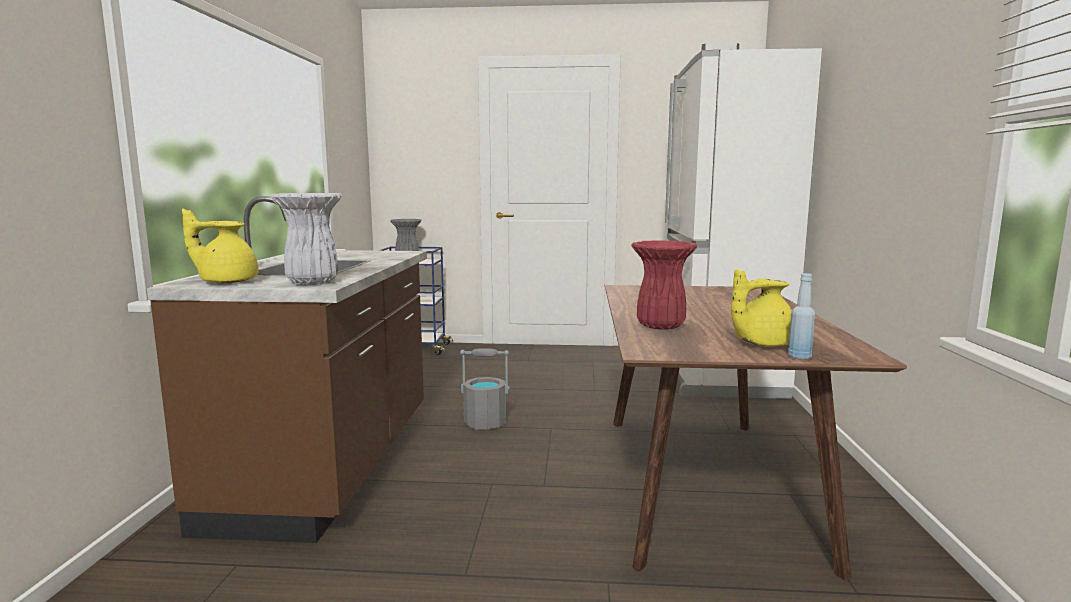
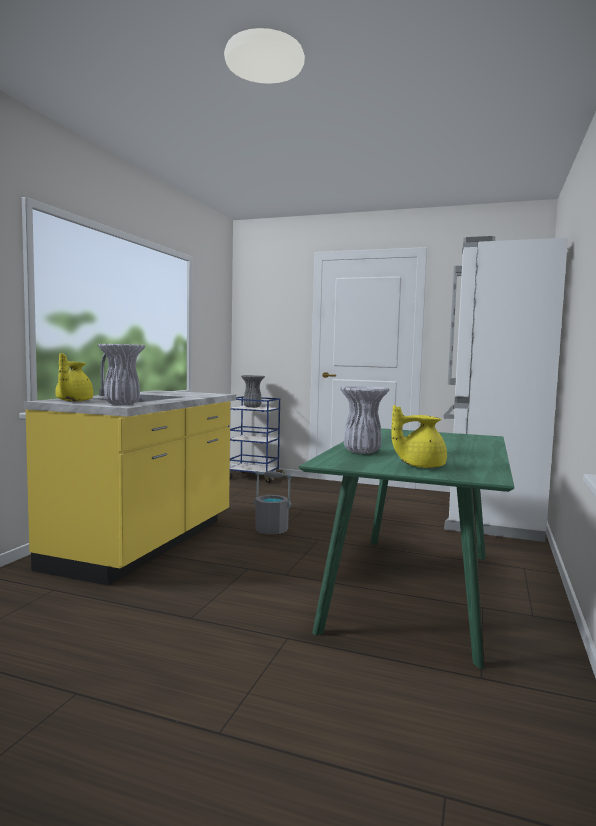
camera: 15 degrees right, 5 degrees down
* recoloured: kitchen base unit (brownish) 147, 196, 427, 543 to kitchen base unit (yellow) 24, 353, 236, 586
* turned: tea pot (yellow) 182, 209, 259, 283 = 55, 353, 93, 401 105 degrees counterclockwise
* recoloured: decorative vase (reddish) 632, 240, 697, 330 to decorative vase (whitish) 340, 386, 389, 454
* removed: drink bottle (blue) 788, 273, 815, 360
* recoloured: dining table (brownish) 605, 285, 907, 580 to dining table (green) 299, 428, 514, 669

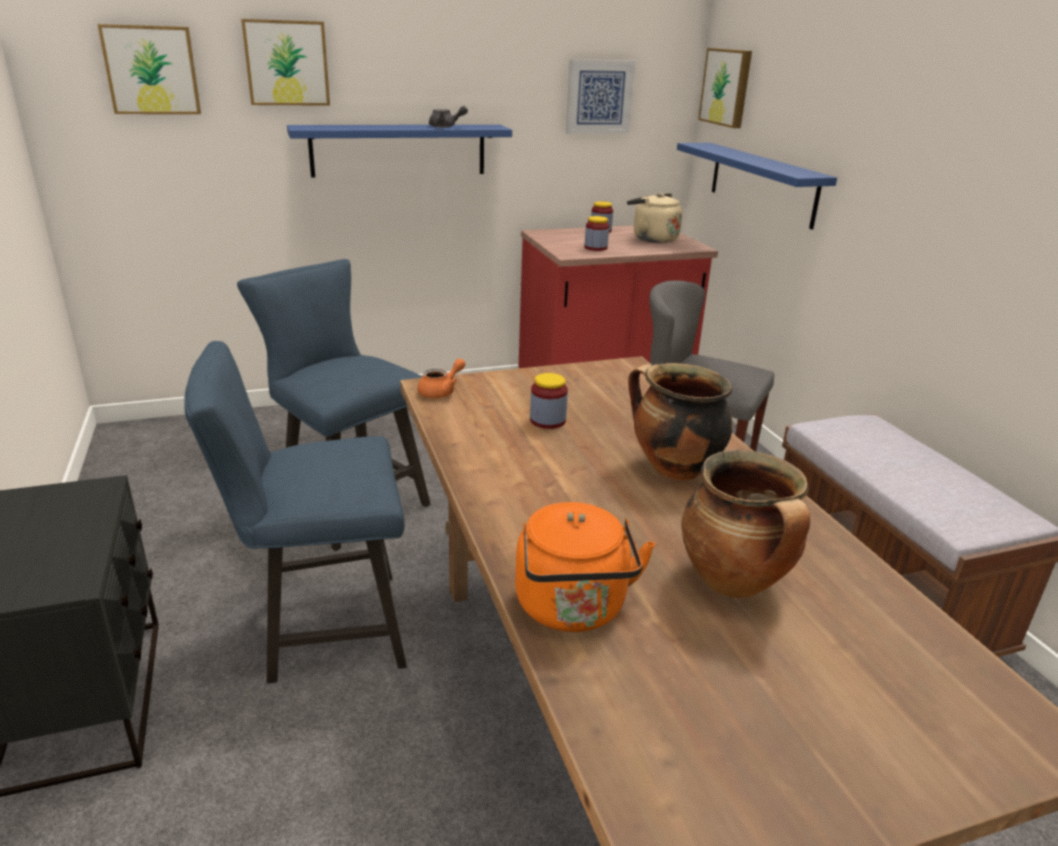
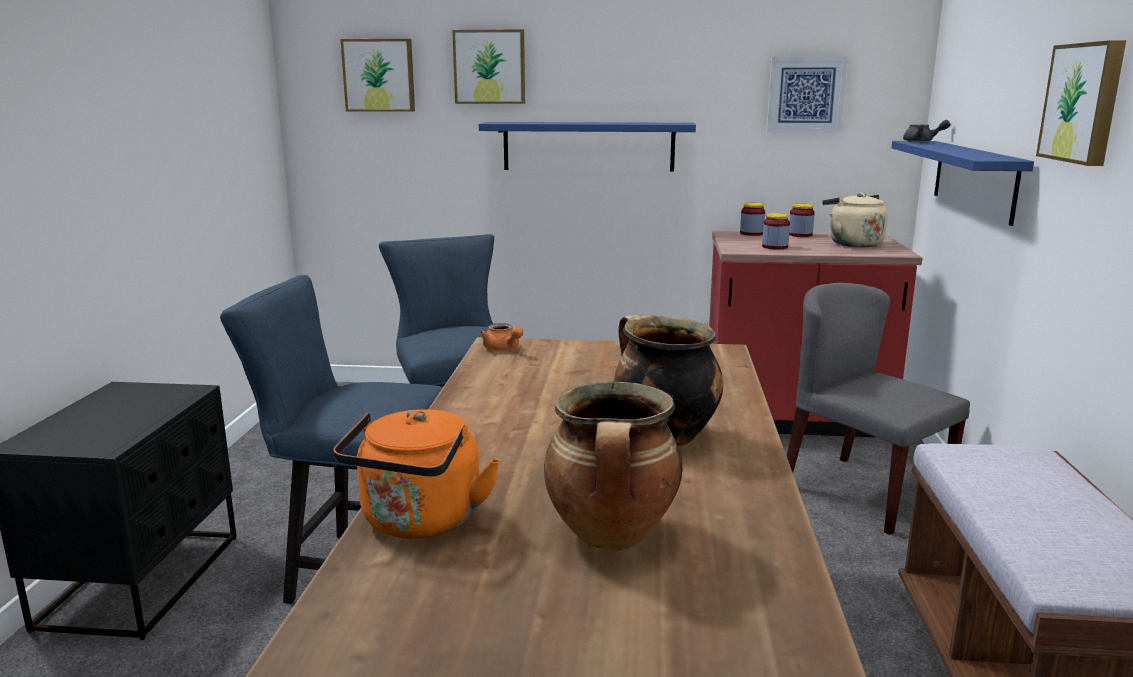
camera: 25 degrees right, 10 degrees down
* moved: wall art 698, 48, 752, 128 to 1036, 40, 1126, 166
* moved: tea pot (greyish) 429, 106, 468, 128 to 903, 120, 950, 142
* turned: tea pot (orange-coloured) 417, 358, 466, 398 = 480, 323, 523, 351 75 degrees clockwise
* moved: preserve jar 530, 373, 568, 429 to 740, 203, 765, 236

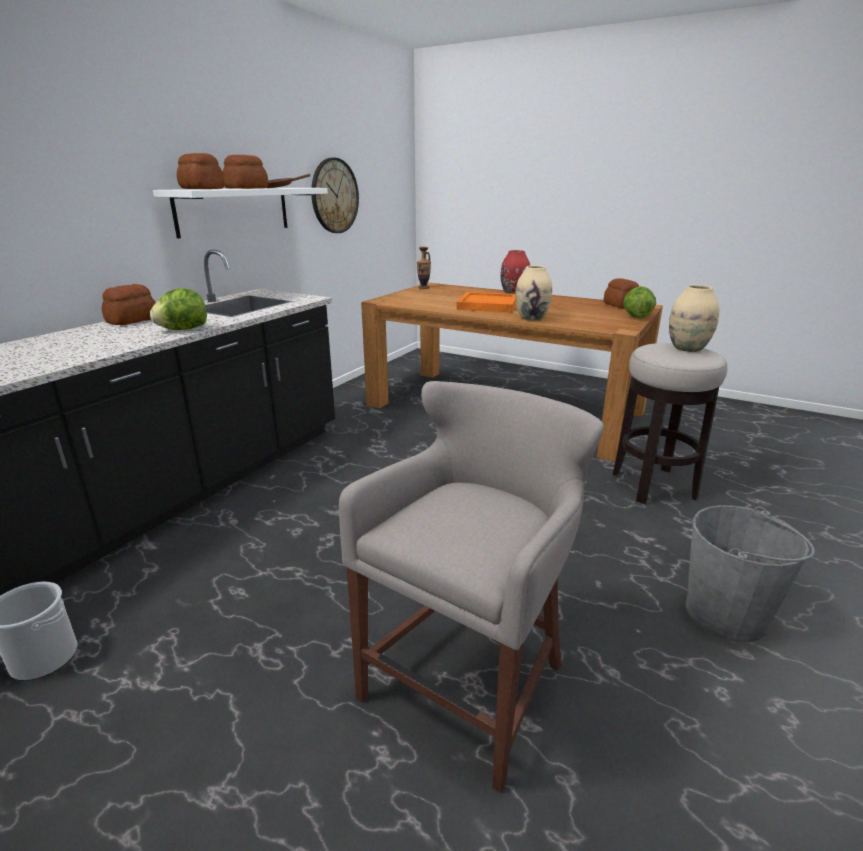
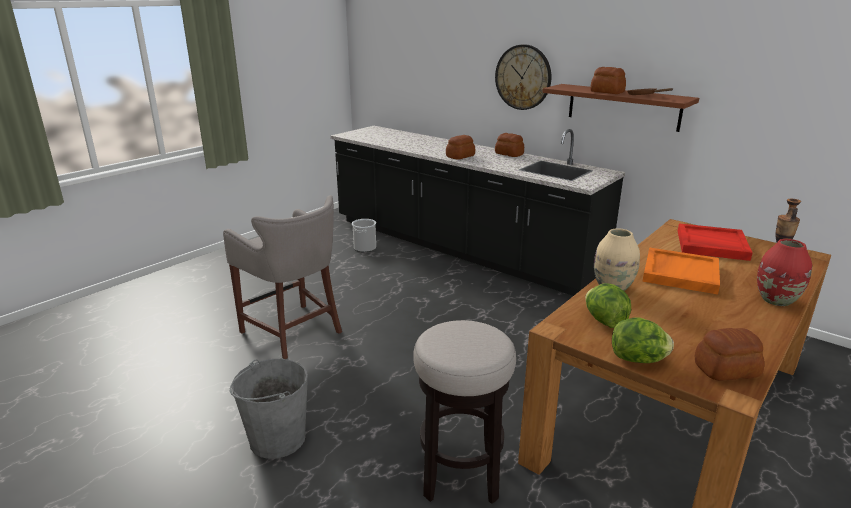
camera: 100 degrees right, 0 degrees up
* moved: baked bread 177, 153, 225, 189 to 446, 135, 475, 160
* moved: hanging clock 311, 158, 359, 233 to 495, 44, 551, 110
* recoloured: bracket shelf (whitish) 153, 188, 328, 239 to bracket shelf (brownish) 542, 84, 699, 132
* removed: decorative vase (beige-coloured) 669, 285, 719, 352
* moved: lettuce head 150, 288, 207, 330 to 585, 283, 631, 328
* added: serving tray (reddish) 678, 223, 753, 261

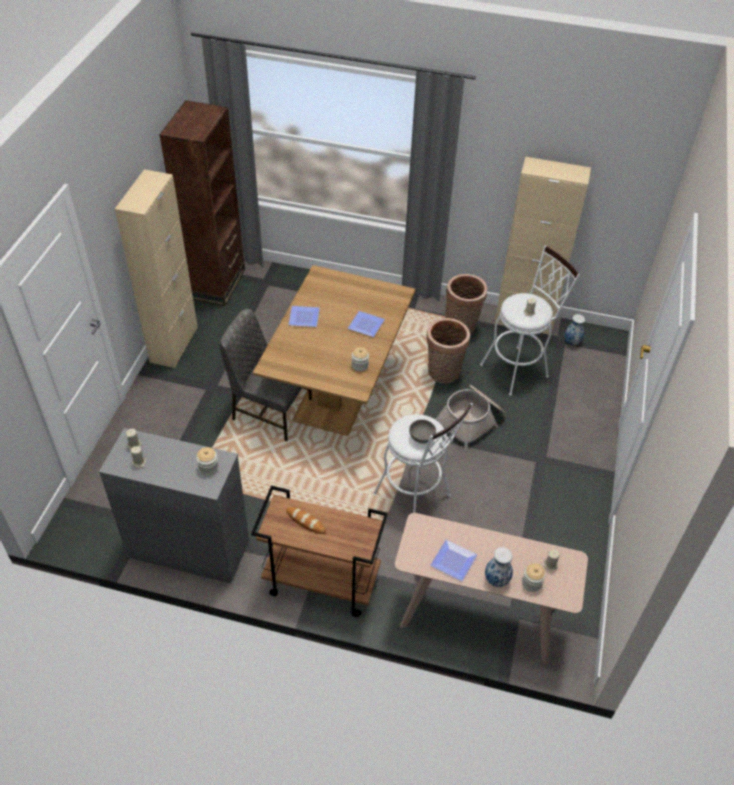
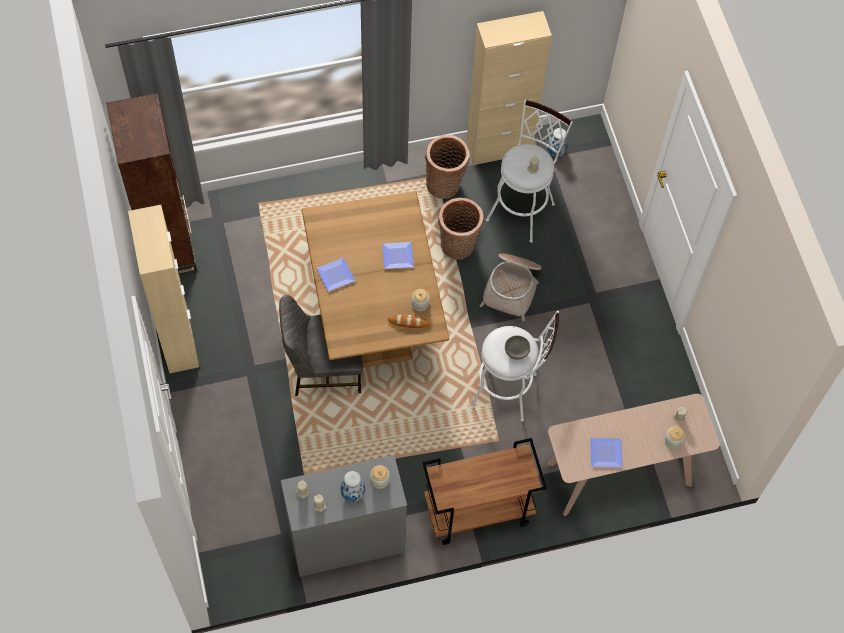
camera: 30 degrees left, 15 degrees up
* moved: baked bread 286, 507, 326, 534 to 388, 315, 431, 328
* moved: decorative vase 485, 547, 513, 587 to 341, 471, 365, 502

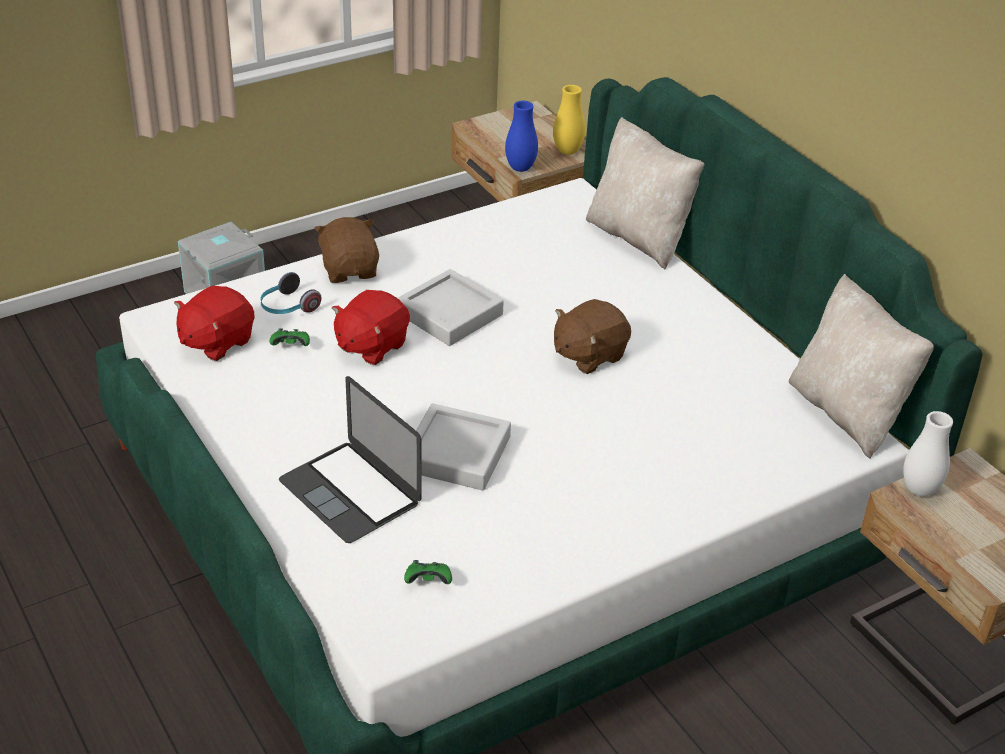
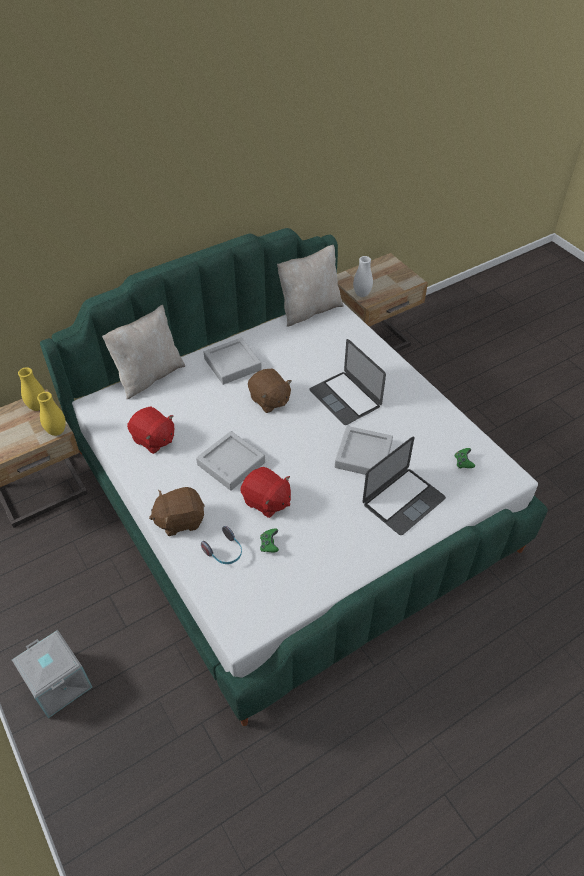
camera: 90 degrees left, 10 degrees up
* recoloured: decorative vase (blue) 505, 101, 538, 172 to decorative vase (yellow) 37, 392, 66, 436
* moved: cuddly toy (reddish) 174, 285, 254, 361 to 127, 406, 174, 454
* added: serving tray (greyish) 204, 338, 262, 385
* added: notebook computer 309, 339, 386, 425

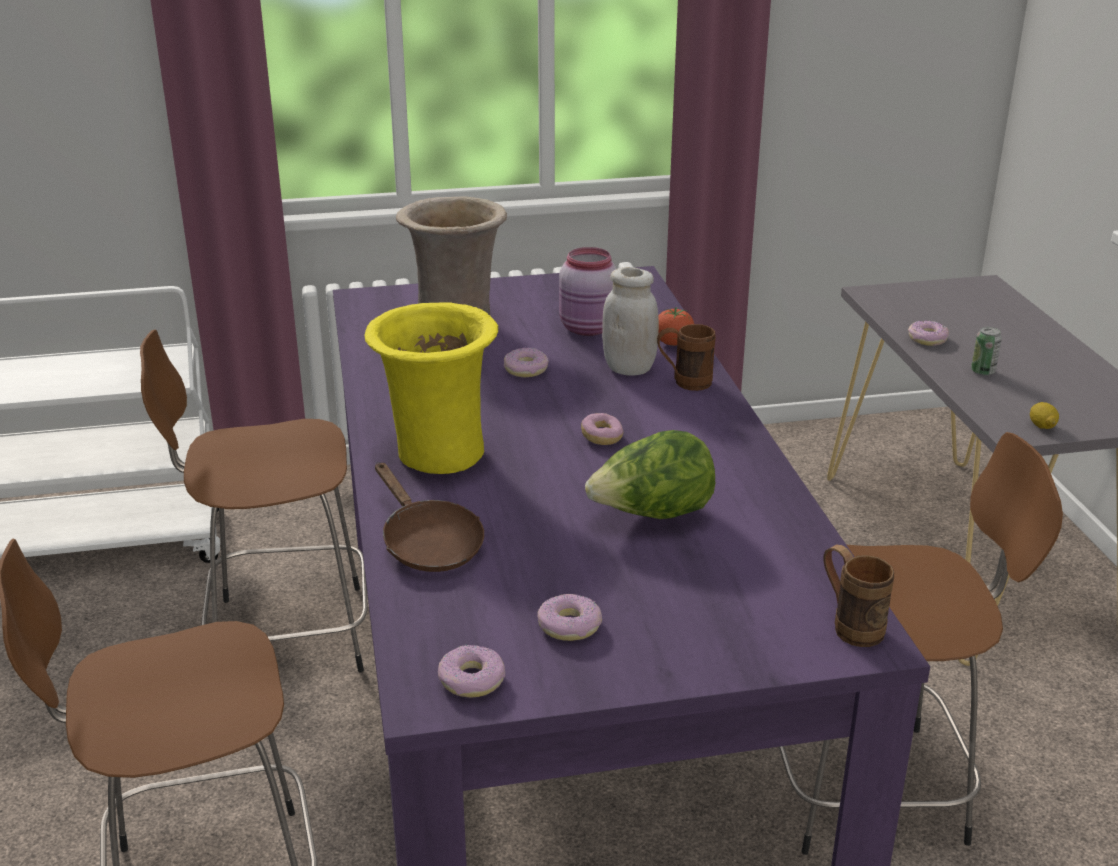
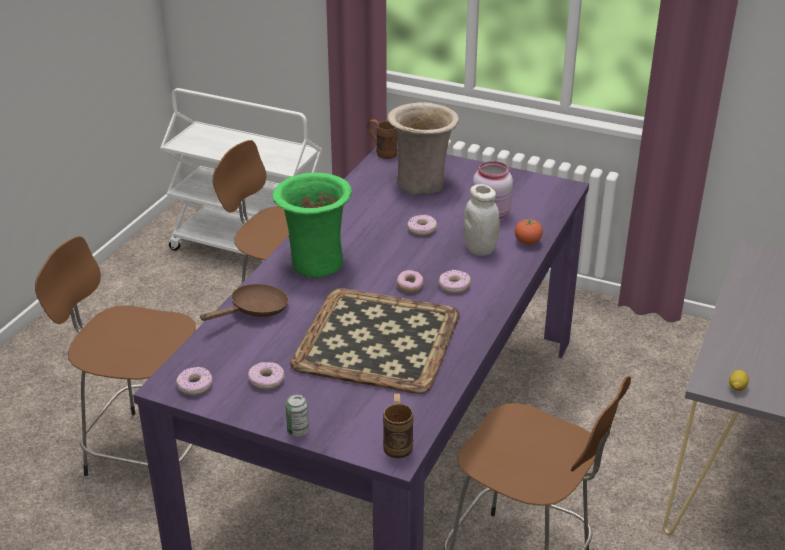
camera: 35 degrees right, 5 degrees up
* recoloured: decorative vase (yellow) 364, 302, 498, 474 to decorative vase (green) 272, 173, 352, 278
* moved: doughnut 908, 321, 949, 346 to 439, 270, 471, 293
* moved: coffee mug (brownish) 657, 324, 716, 391 to 367, 119, 398, 159
* moved: metal can 971, 327, 1002, 376 to 285, 394, 309, 437
* replaced: lettuce head 585, 430, 715, 519 to serving tray 290, 288, 460, 394
* turned: pan (brownish) 375, 462, 484, 572 = 199, 284, 289, 321 135 degrees counterclockwise

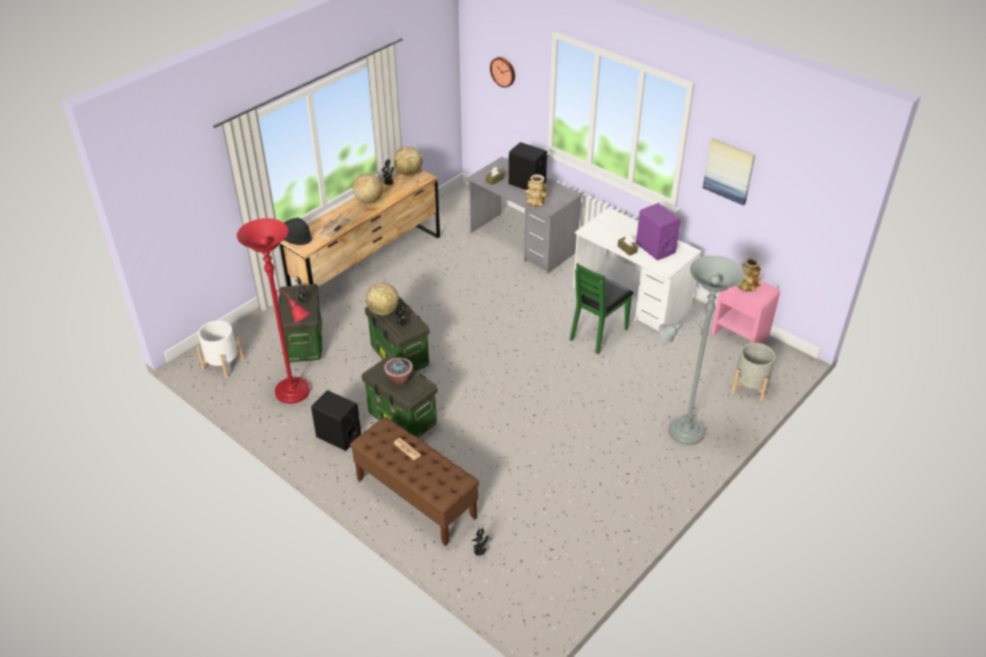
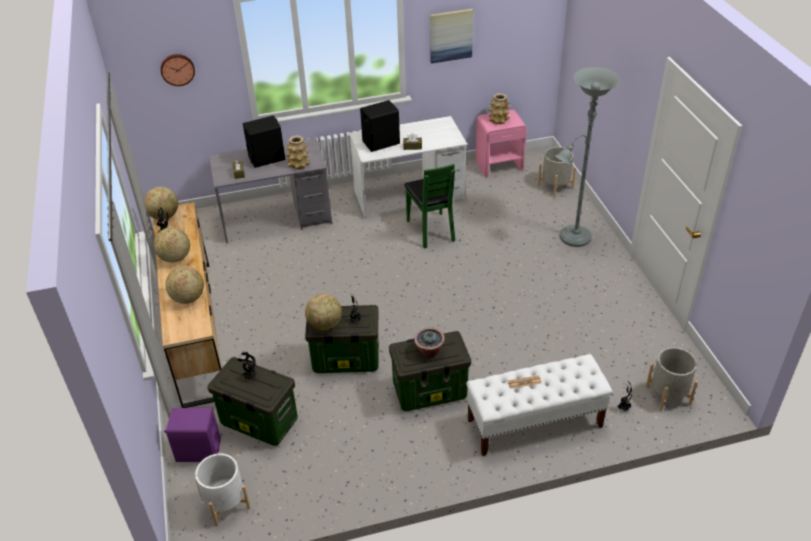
camera: 55 degrees left, 0 degrees up
* moved: audio speaker (purplish) 636, 203, 681, 260 to 164, 408, 221, 462
* replaced: newspaper 314, 214, 351, 240 to globe 165, 266, 204, 304
* removed: standing lamp (reddish) 237, 218, 311, 404
* removed: clothing hat (blackish) 284, 218, 312, 245
* moved: audio speaker (blackish) 311, 390, 361, 451 to 360, 100, 400, 152
* recoloured: bench (brownish) 350, 417, 480, 546 to bench (whitish) 466, 354, 613, 456
* added: planter (greyish) 646, 347, 698, 411

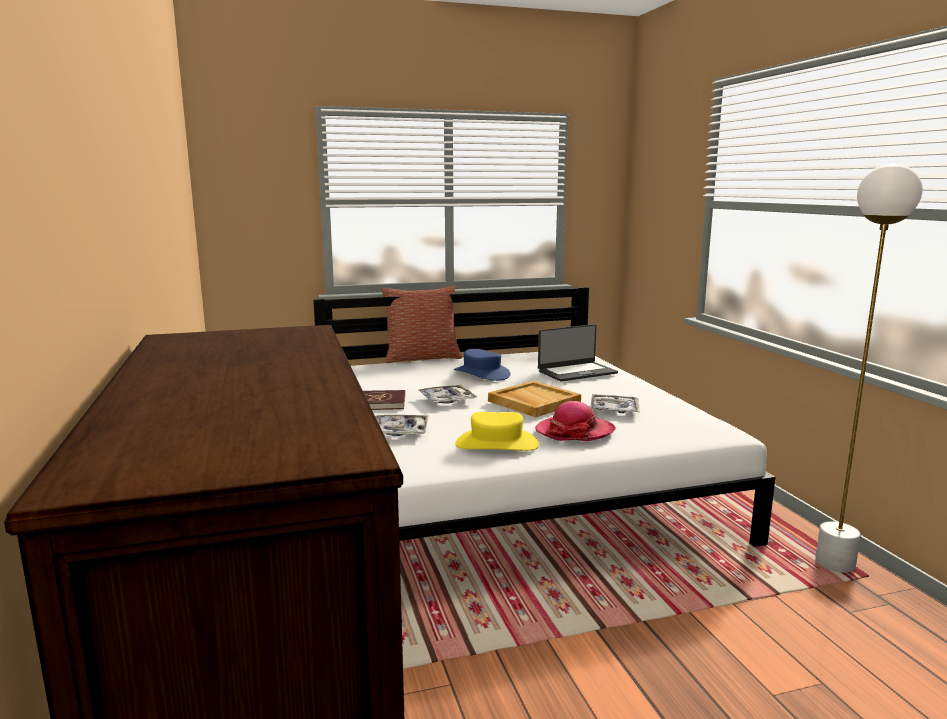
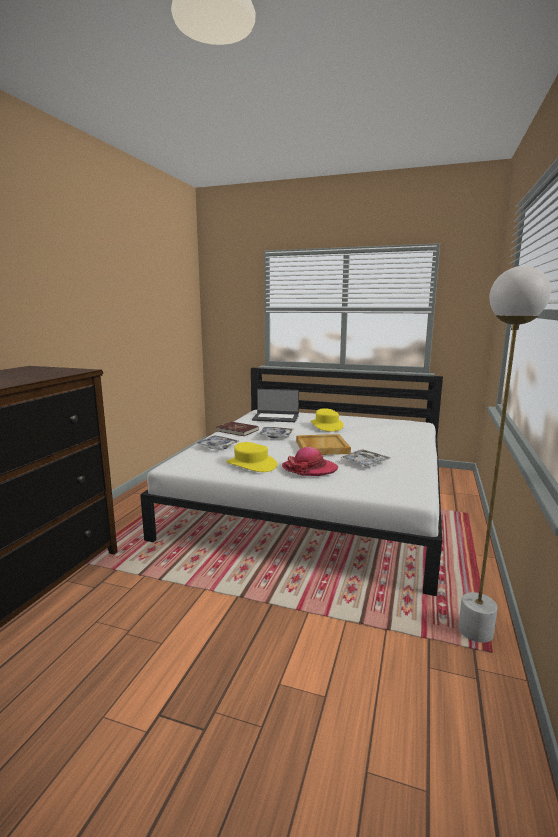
camera: 35 degrees right, 0 degrees up
* removed: cushion 381, 286, 462, 363
* moved: notebook computer 538, 324, 618, 382 to 252, 389, 299, 422
* recoloured: clothing hat (blue) 454, 349, 511, 381 to clothing hat (yellow) 311, 408, 344, 432

